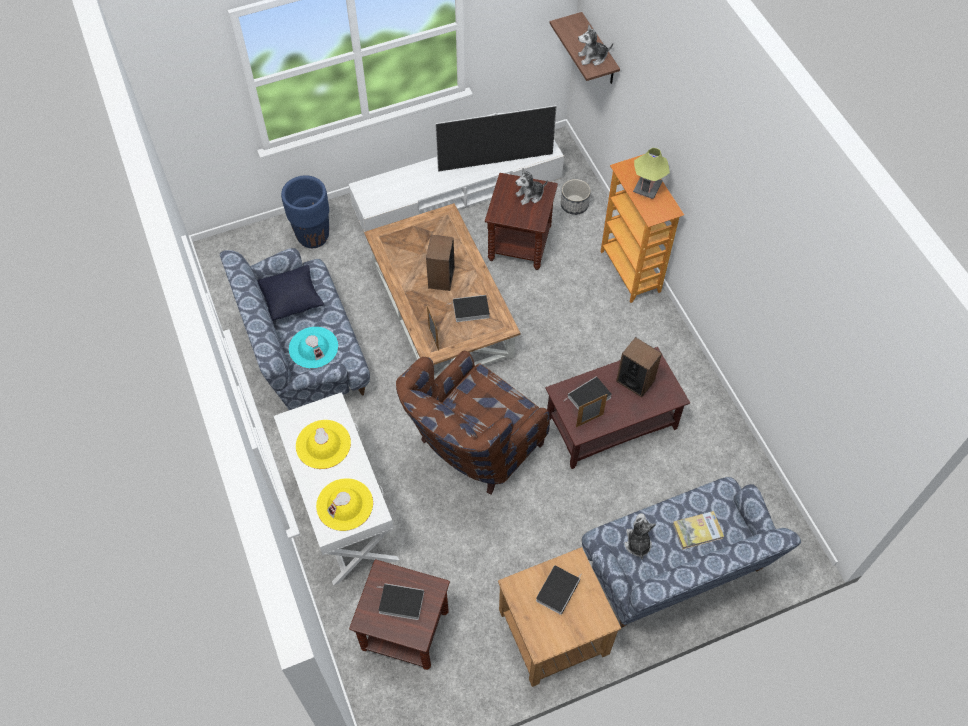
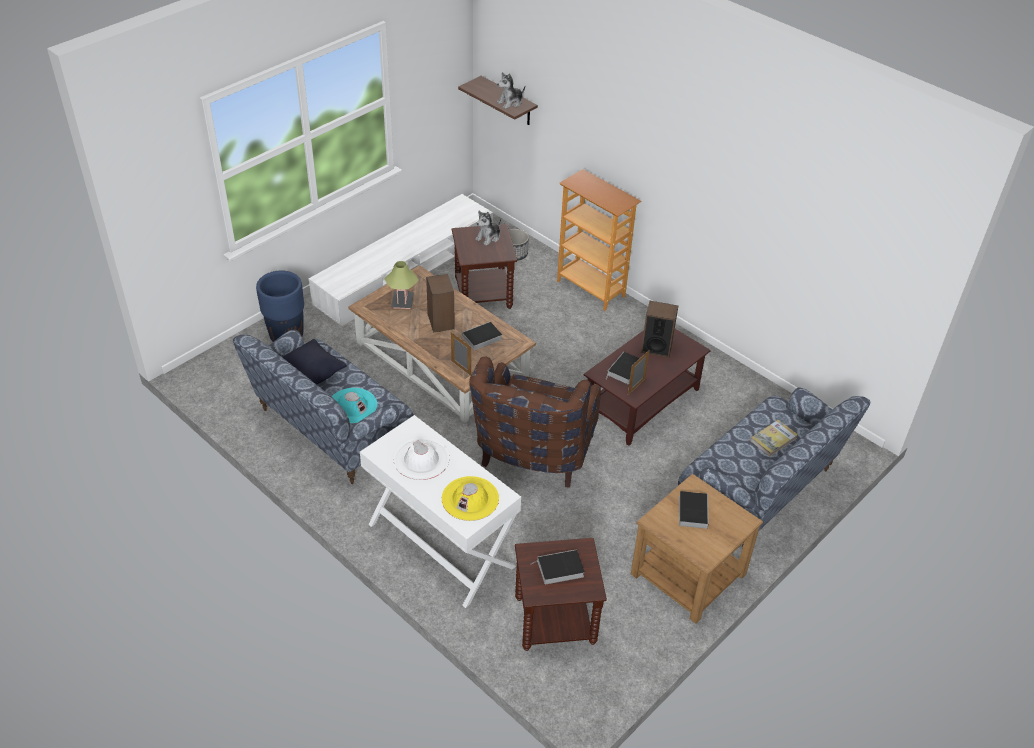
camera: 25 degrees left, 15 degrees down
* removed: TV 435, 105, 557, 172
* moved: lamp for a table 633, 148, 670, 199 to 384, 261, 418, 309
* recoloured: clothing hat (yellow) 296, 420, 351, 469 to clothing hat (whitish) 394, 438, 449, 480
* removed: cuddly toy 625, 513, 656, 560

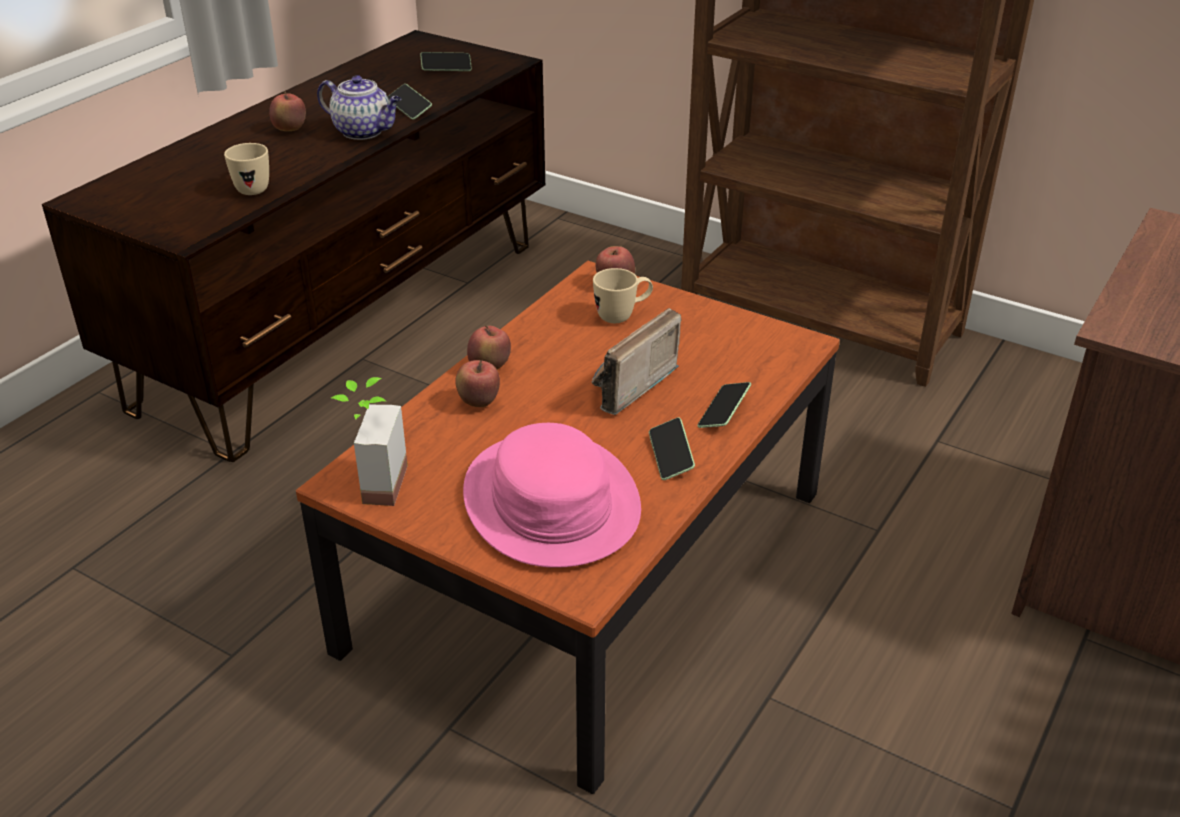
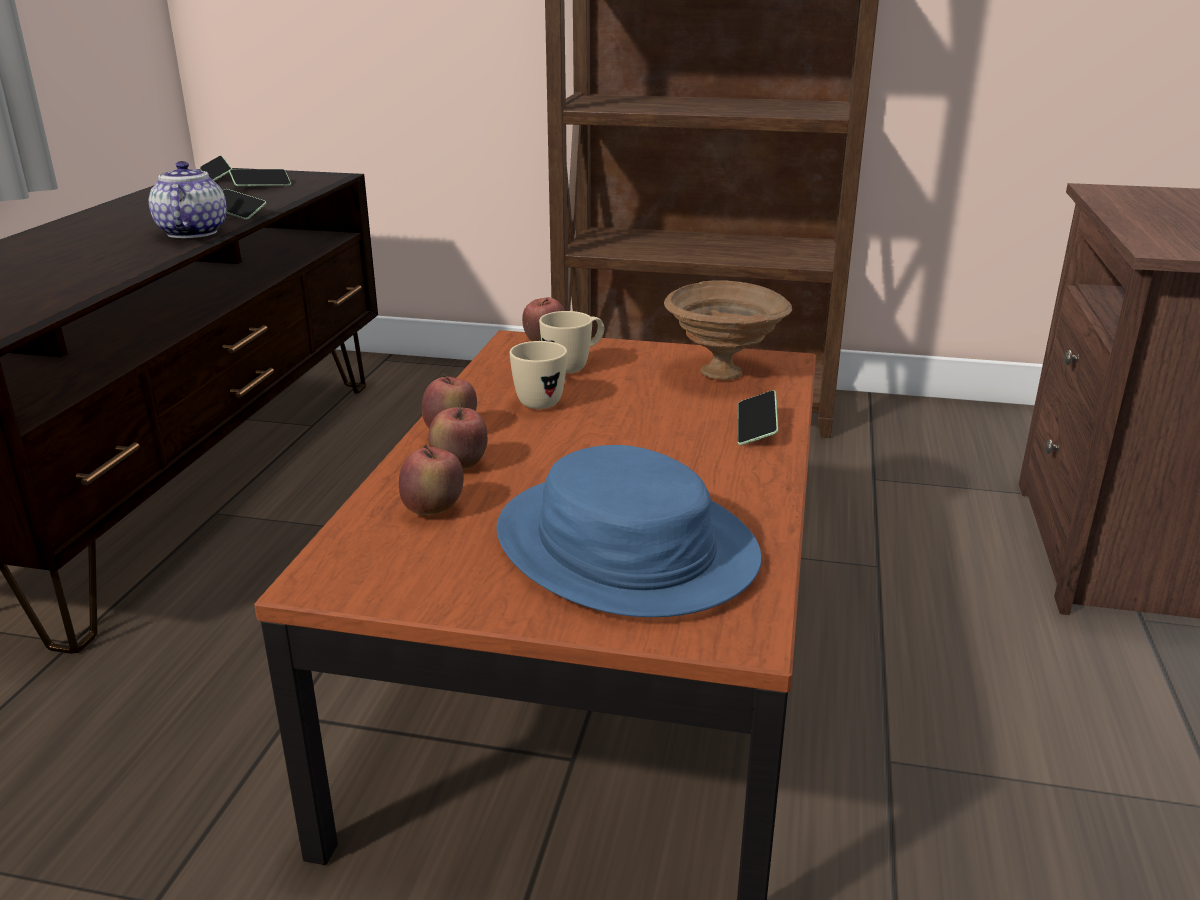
camera: 20 degrees left, 10 degrees down
* turned: tea pot 317, 75, 401, 140 = 149, 161, 226, 238 105 degrees counterclockwise
* moved: apple fruit 269, 91, 306, 131 to 399, 445, 464, 515
* moved: coffee mug (beige-coloured) 224, 143, 269, 195 to 510, 341, 567, 409
* removed: radio receiver 592, 308, 681, 415
* removed: plant in a pot 331, 377, 408, 506
* moved: handset 649, 417, 695, 480 to 200, 155, 232, 181
* recoloured: clothing hat (pinkish) 463, 423, 641, 568 to clothing hat (blue) 496, 445, 762, 617
* added: deep dish (brownish) 664, 280, 792, 380

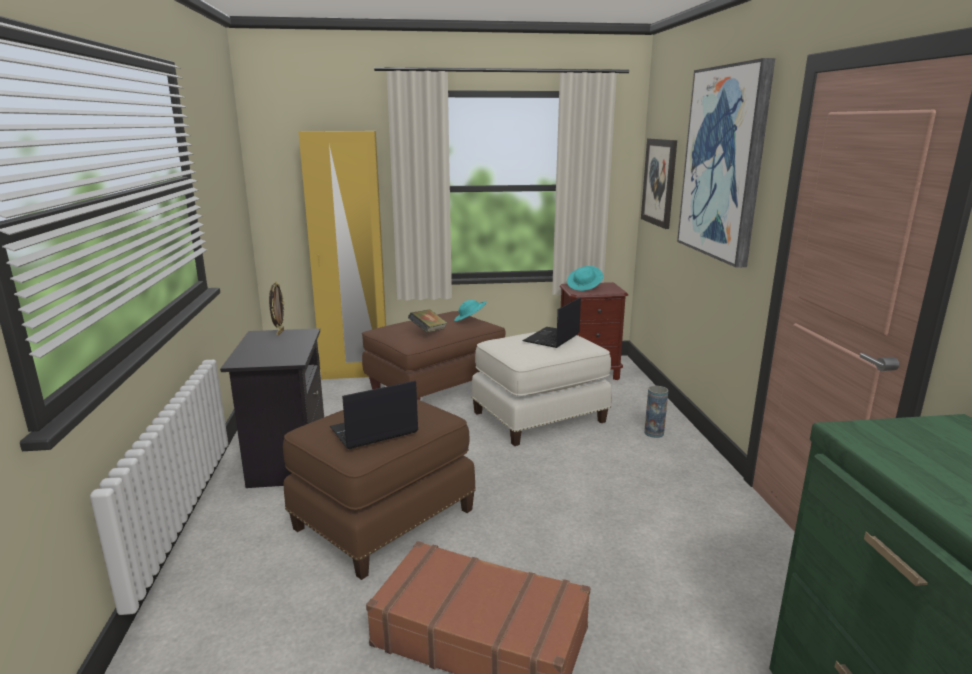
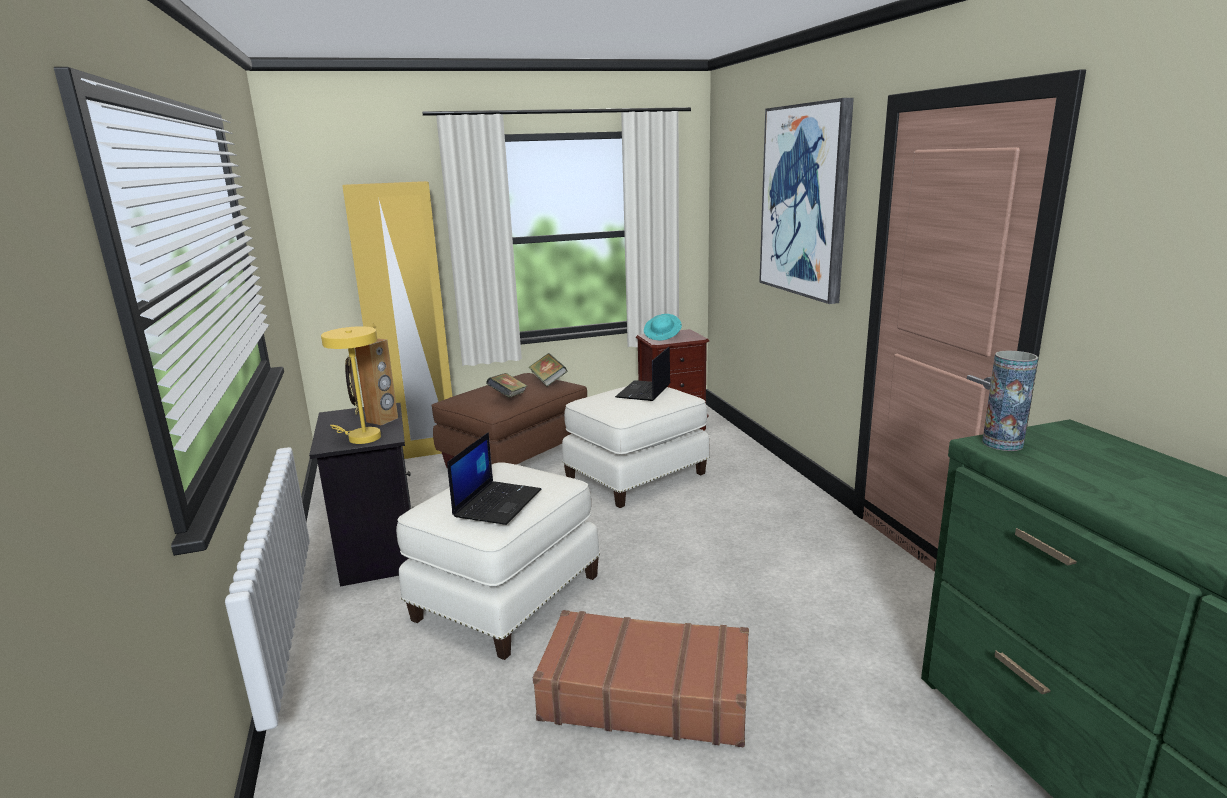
camera: 10 degrees left, 0 degrees up
* removed: wall art 641, 139, 677, 229
* replaced: clothing hat (turquoise-coloured) 454, 300, 487, 322 to volume 529, 353, 567, 386
* turned: notebook computer 330, 380, 418, 449 = 447, 432, 541, 525 150 degrees clockwise
* moved: decorative vase 644, 386, 669, 438 to 982, 351, 1038, 451
* recoloured: footrest (brownish) 283, 399, 476, 580 to footrest (whitish) 396, 462, 600, 660
* added: lamp for a table (yellow) 321, 326, 381, 444
* added: audio speaker (brownish) 355, 338, 398, 425

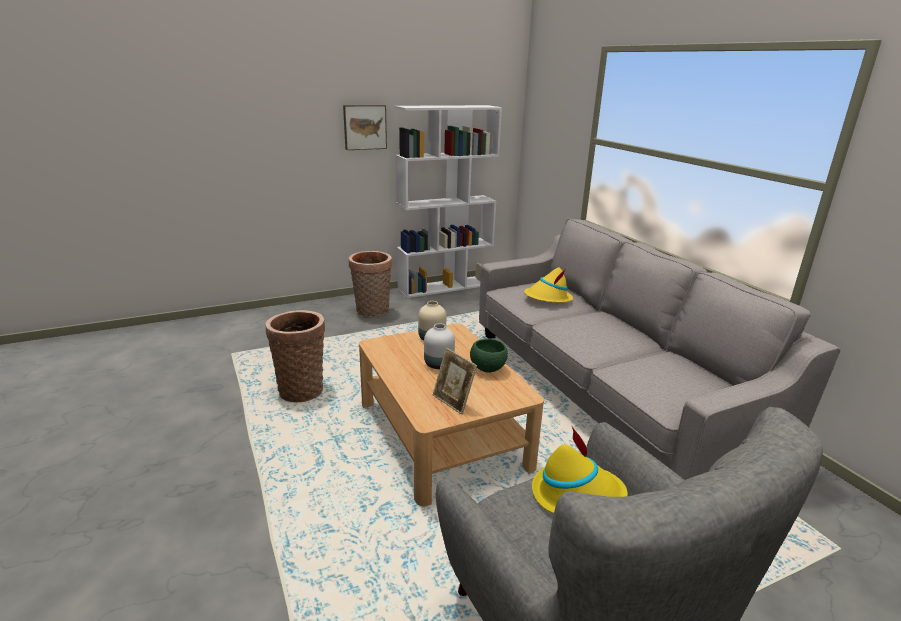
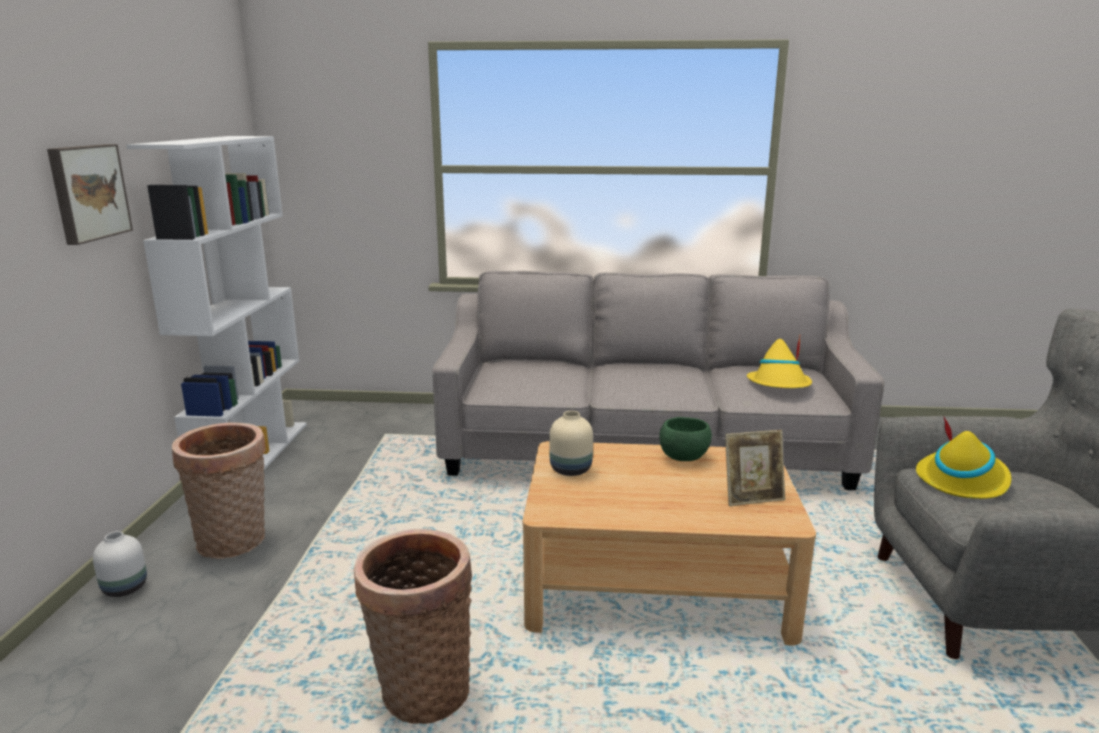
camera: 60 degrees left, 5 degrees down
* moved: clothing hat (yellow) 524, 268, 573, 302 to 747, 336, 812, 388
* moved: decorative vase (whitish) 424, 323, 455, 369 to 93, 531, 147, 597

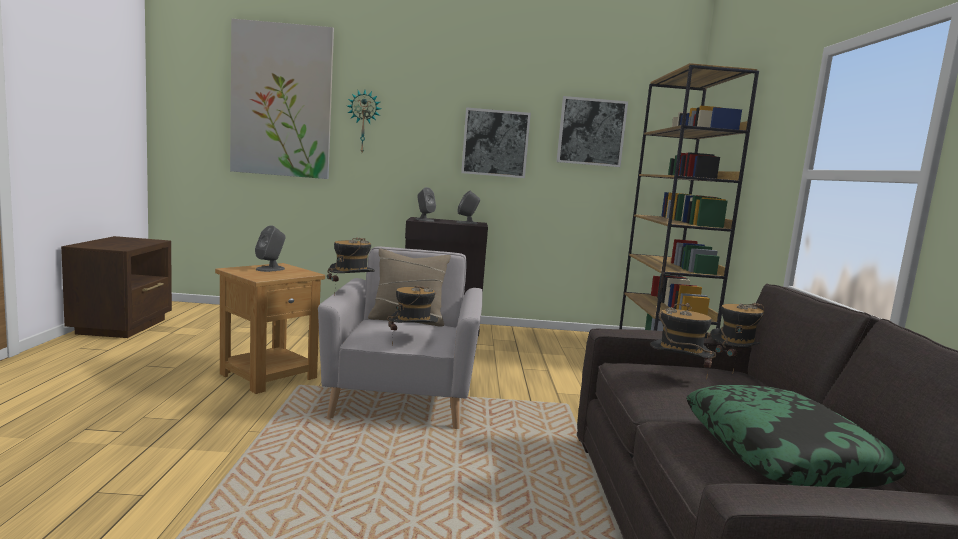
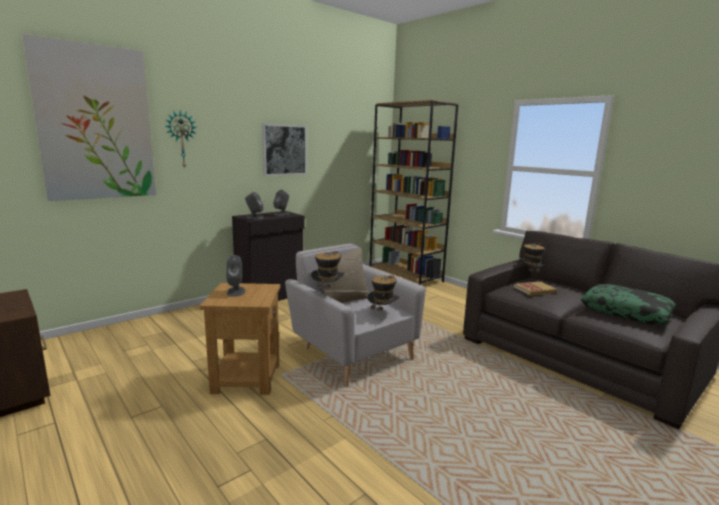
camera: 40 degrees left, 5 degrees up
* removed: wall art 557, 96, 628, 167
* replaced: clothing hat 650, 303, 716, 380 to volume 514, 281, 557, 296

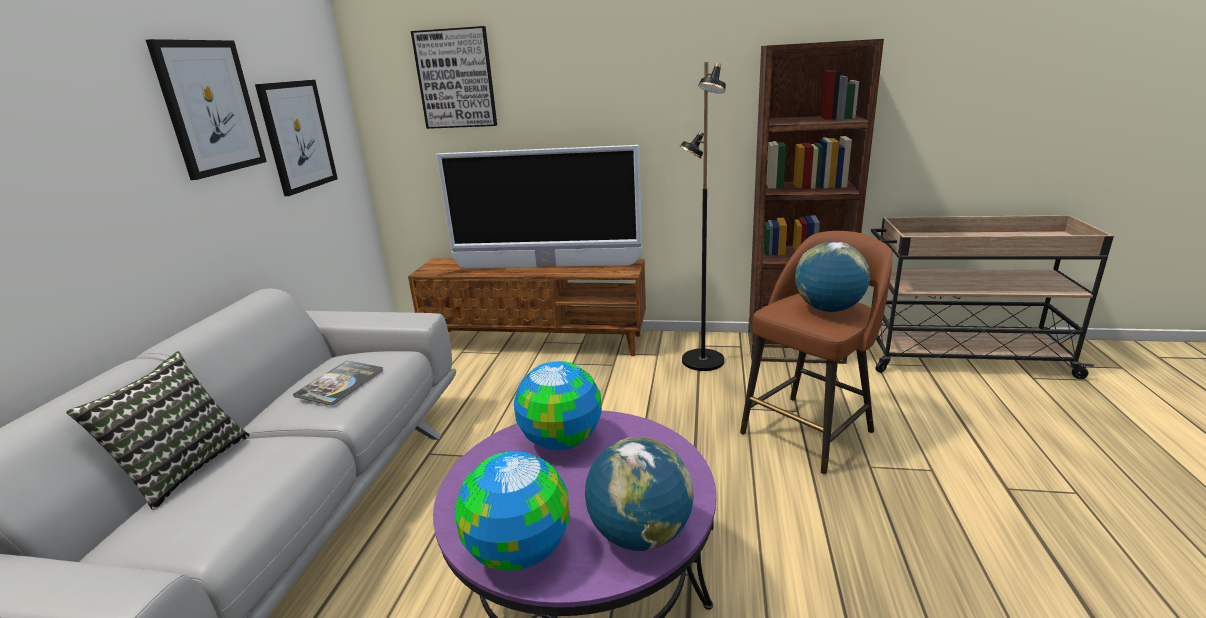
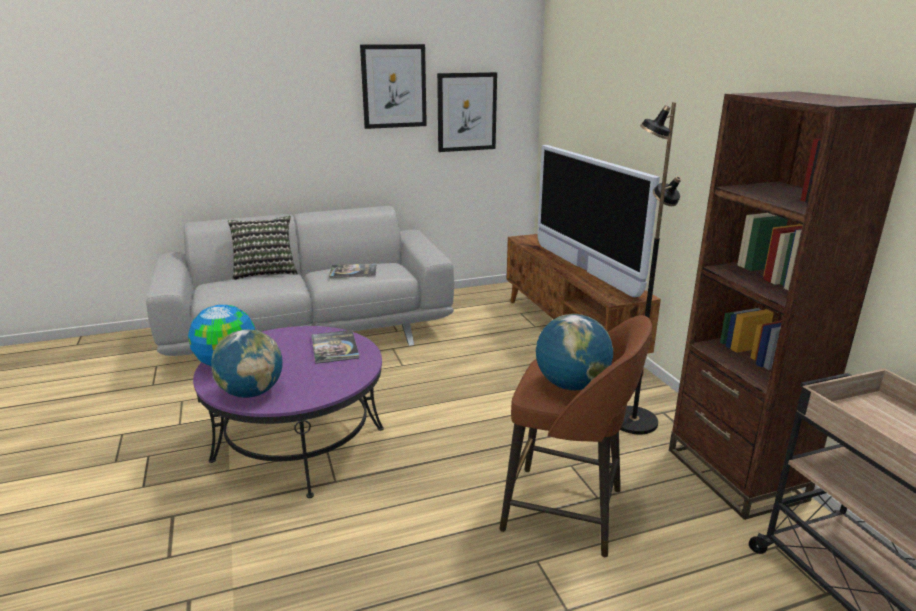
camera: 60 degrees right, 0 degrees up
* removed: wall art 411, 26, 497, 129
* replaced: globe 514, 361, 602, 450 to volume 311, 330, 359, 364

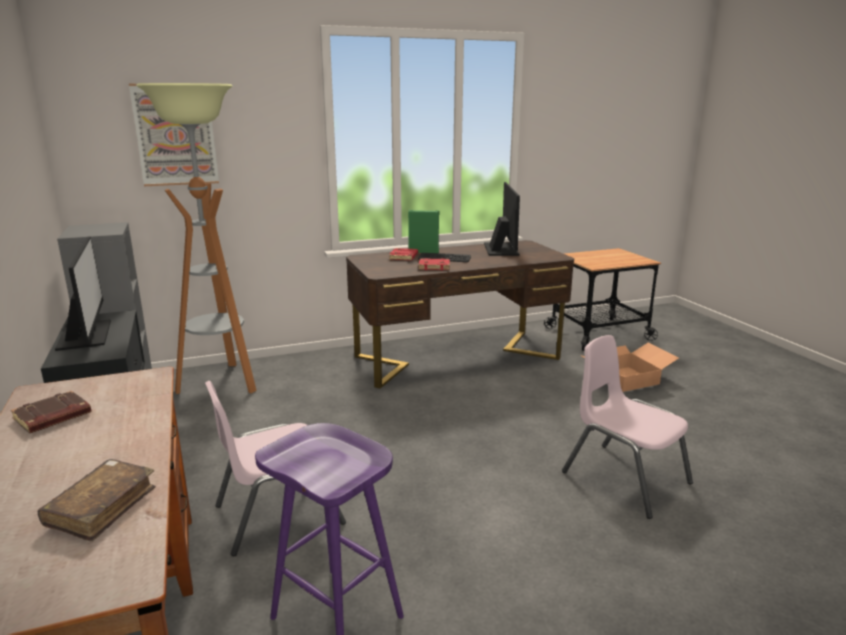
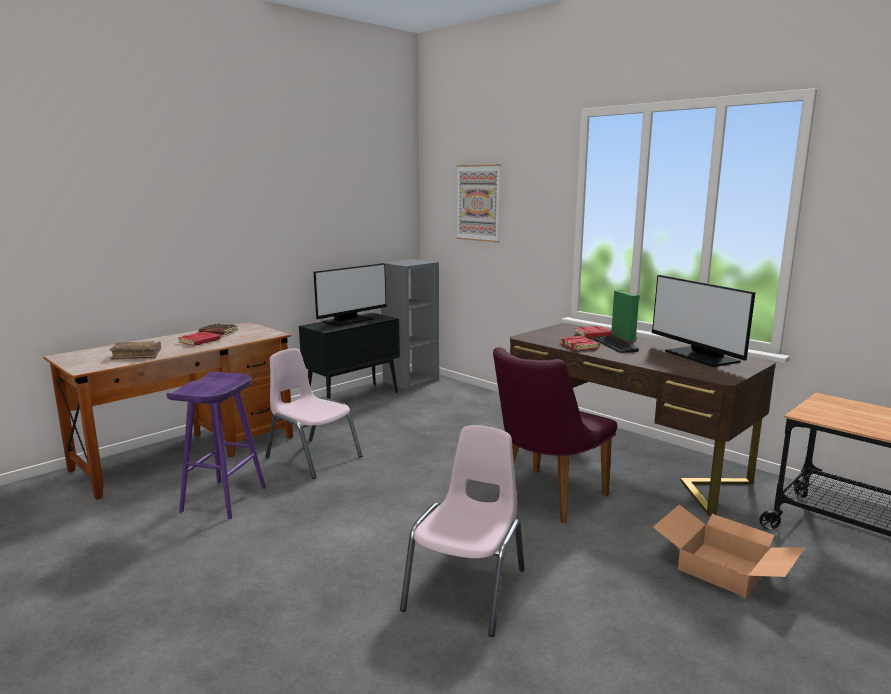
camera: 65 degrees right, 5 degrees down
* removed: standing lamp 136, 83, 257, 394
* turned: monitor 484, 182, 520, 256 = 652, 275, 756, 367 90 degrees clockwise
* added: volume (reddish) 178, 332, 221, 346
* added: chair (purplish) 493, 347, 617, 523

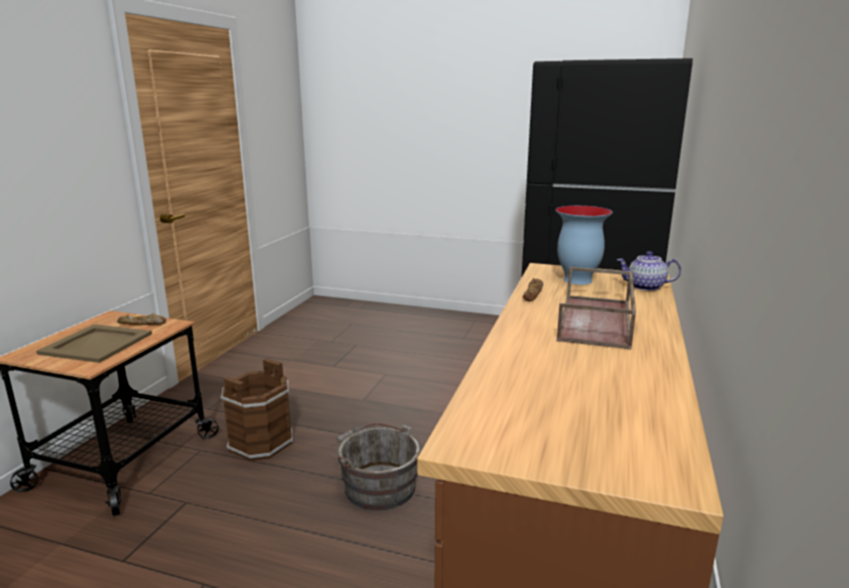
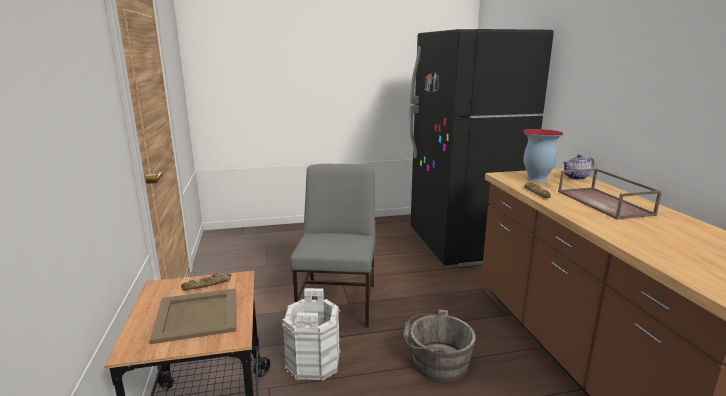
camera: 30 degrees left, 0 degrees up
* recoloured: pail (brownish) 220, 358, 293, 461 to pail (whitish) 282, 288, 341, 381
* added: chair (greyish) 290, 164, 376, 328

